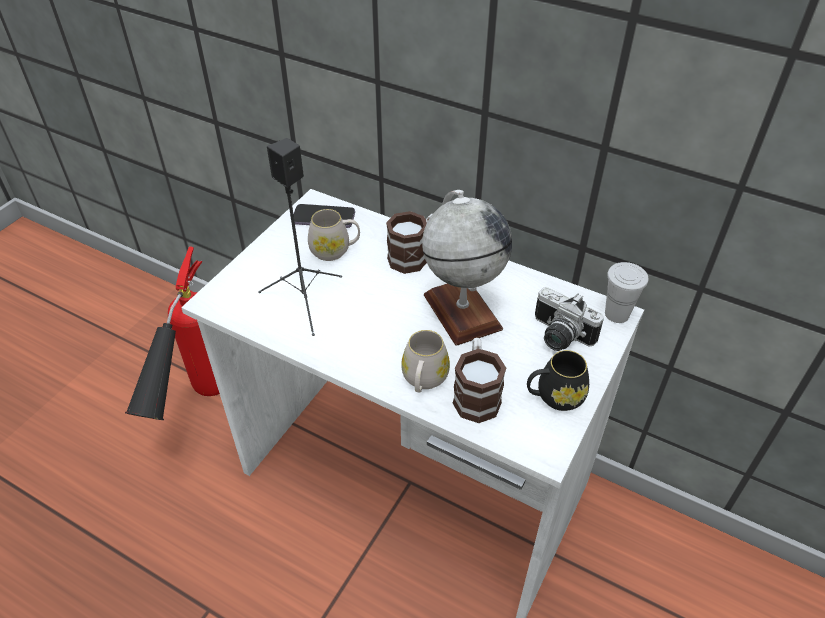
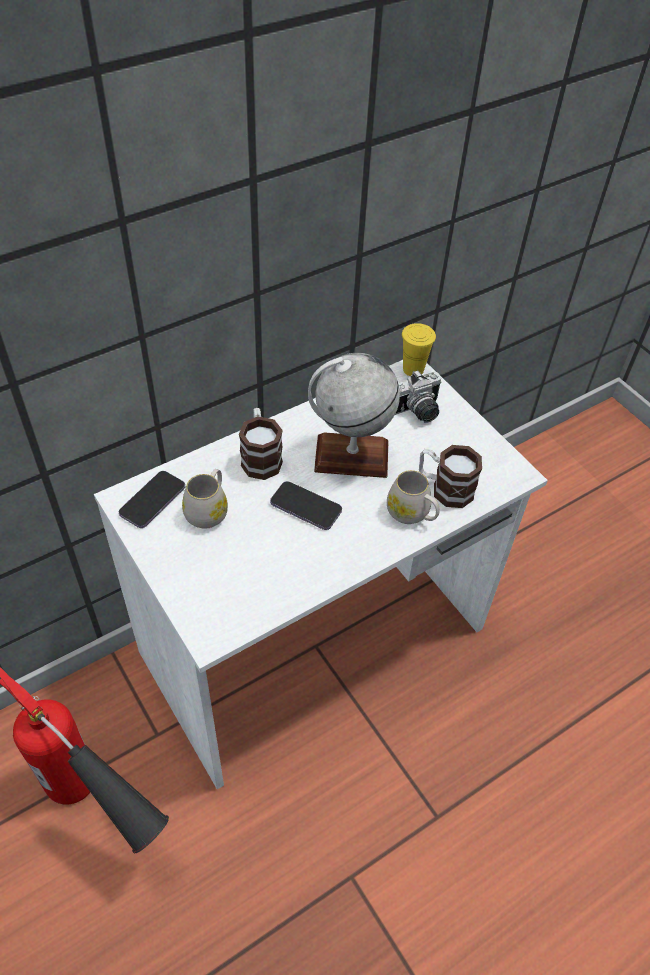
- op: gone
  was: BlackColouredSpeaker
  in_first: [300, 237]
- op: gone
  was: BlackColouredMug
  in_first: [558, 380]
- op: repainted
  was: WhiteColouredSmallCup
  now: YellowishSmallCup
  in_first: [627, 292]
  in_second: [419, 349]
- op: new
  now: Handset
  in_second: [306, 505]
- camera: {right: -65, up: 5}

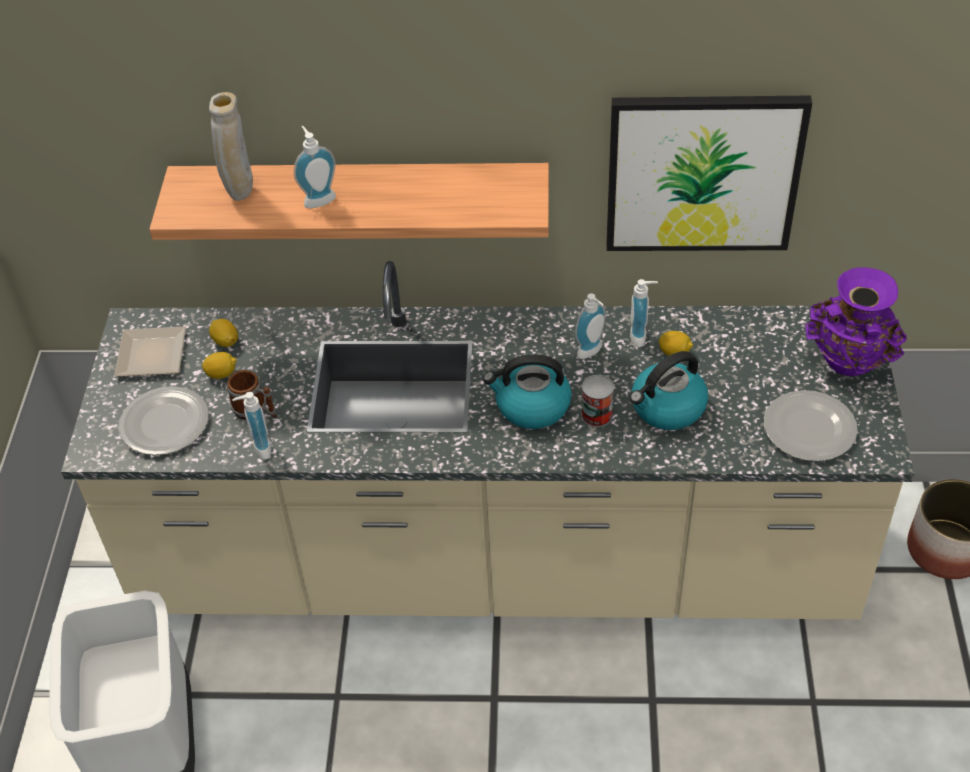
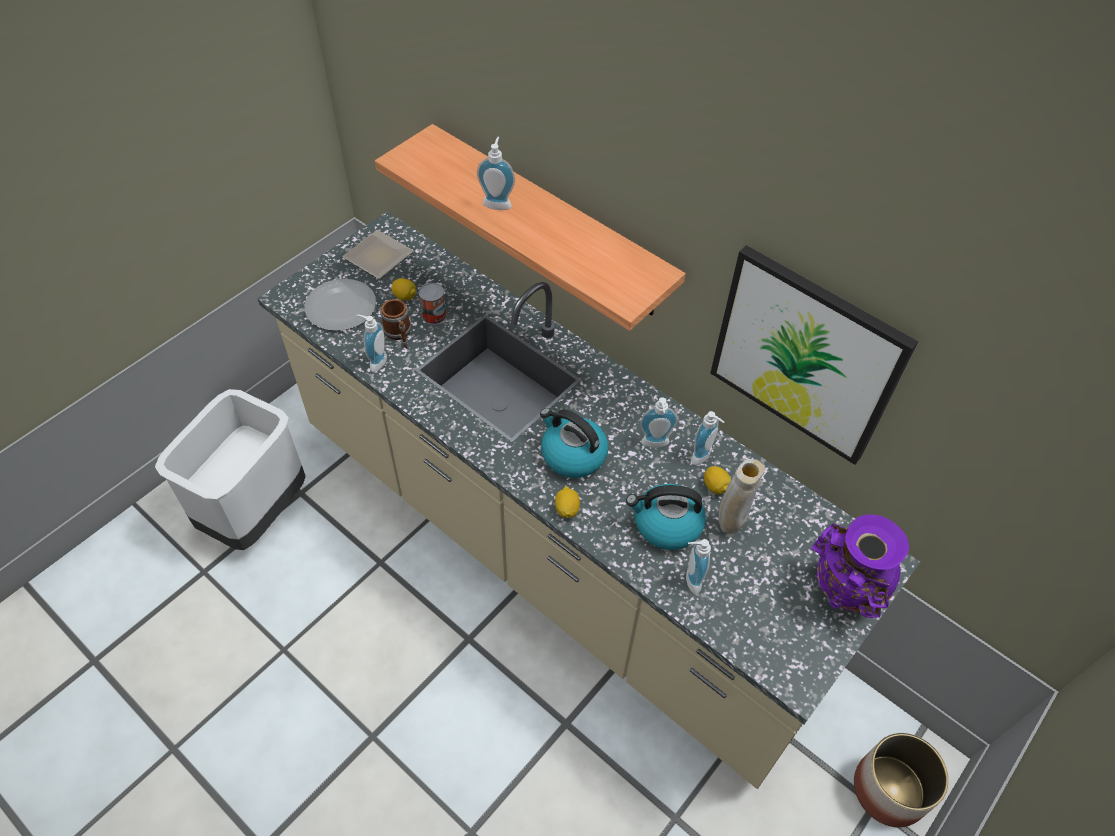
- op: shifted
  was: SandColouredFlowerVase
  in_first: [231, 146]
  in_second: [742, 496]
- op: shifted
  was: WholeLemon
  in_first: [223, 333]
  in_second: [567, 502]
- op: shifted
  was: MetalCan
  in_first: [597, 401]
  in_second: [432, 304]
- op: gone
  was: Plate
  in_first: [811, 425]
- op: new
  now: SoapBottle
  in_second: [698, 566]
- camera: {right: 35, up: 5}

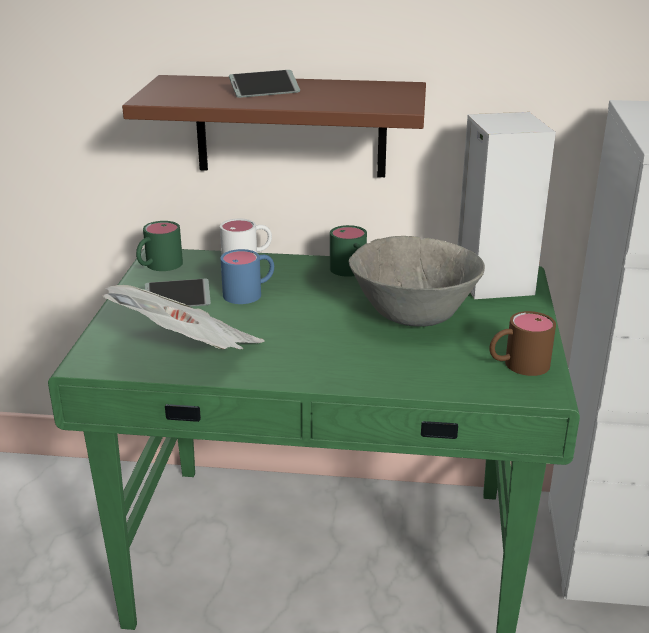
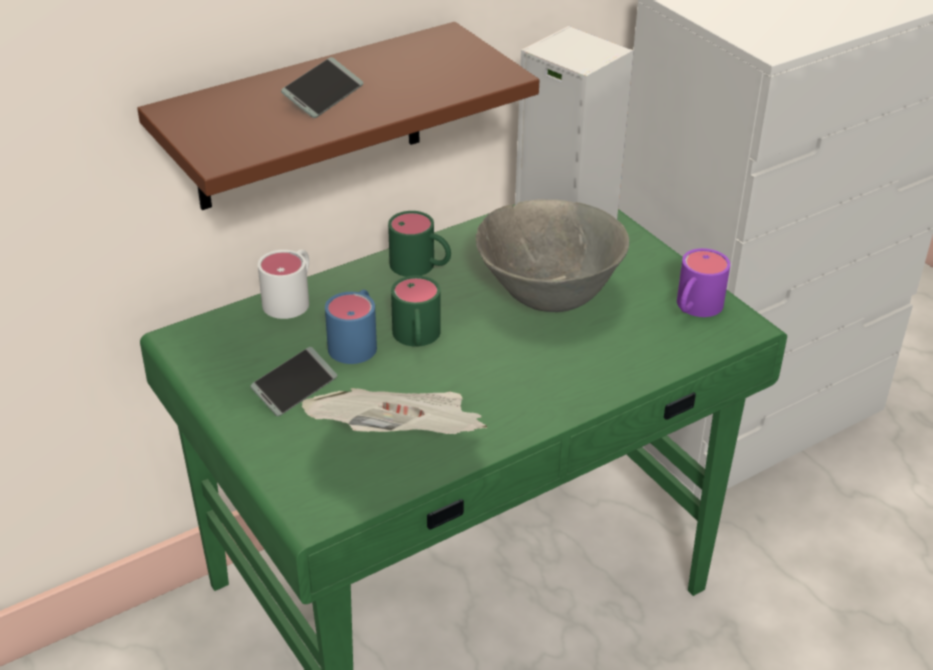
- op: shifted
  was: GreenishMug
  in_first: [159, 246]
  in_second: [416, 311]
- op: repainted
  was: BrownColouredMug
  now: PurpleMug
  in_first: [522, 343]
  in_second: [703, 282]
- camera: {right: -40, up: 10}

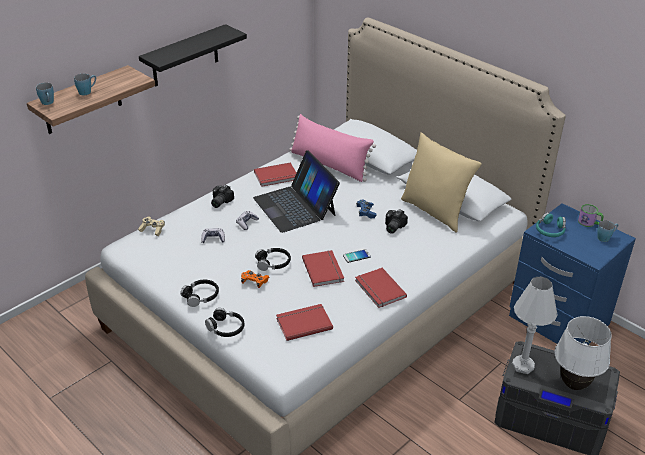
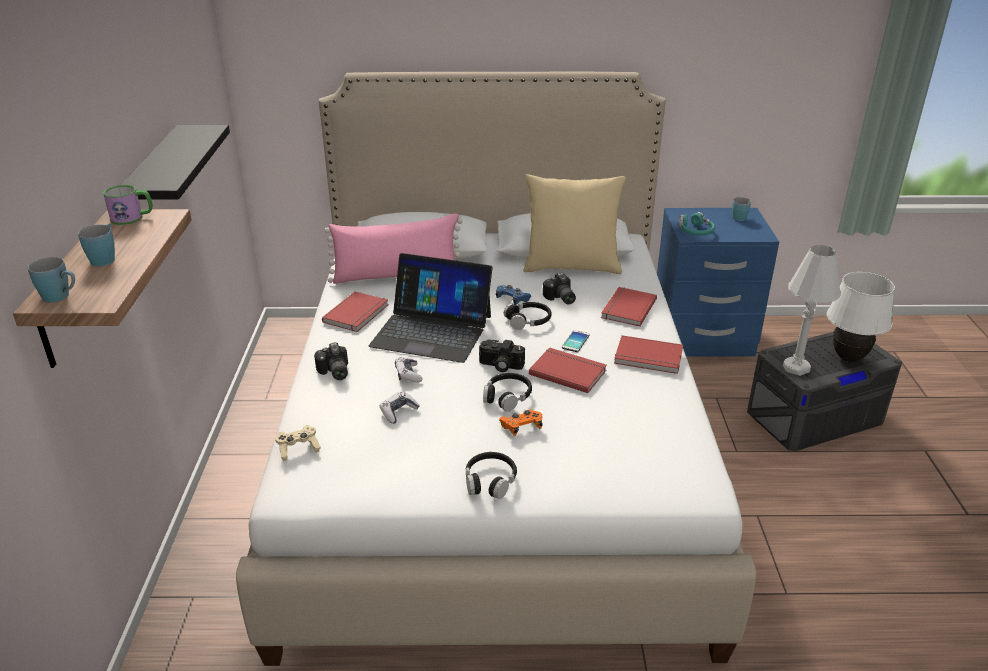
- op: shifted
  was: BlackColouredHeadphones
  in_first: [225, 322]
  in_second: [528, 316]
- op: shifted
  was: RedBoundBook
  in_first: [304, 322]
  in_second: [629, 307]
- op: shifted
  was: Mug
  in_first: [591, 215]
  in_second: [128, 205]
- op: new
  now: PhotoCamera
  in_second: [502, 355]
- camera: {right: -45, up: -5}

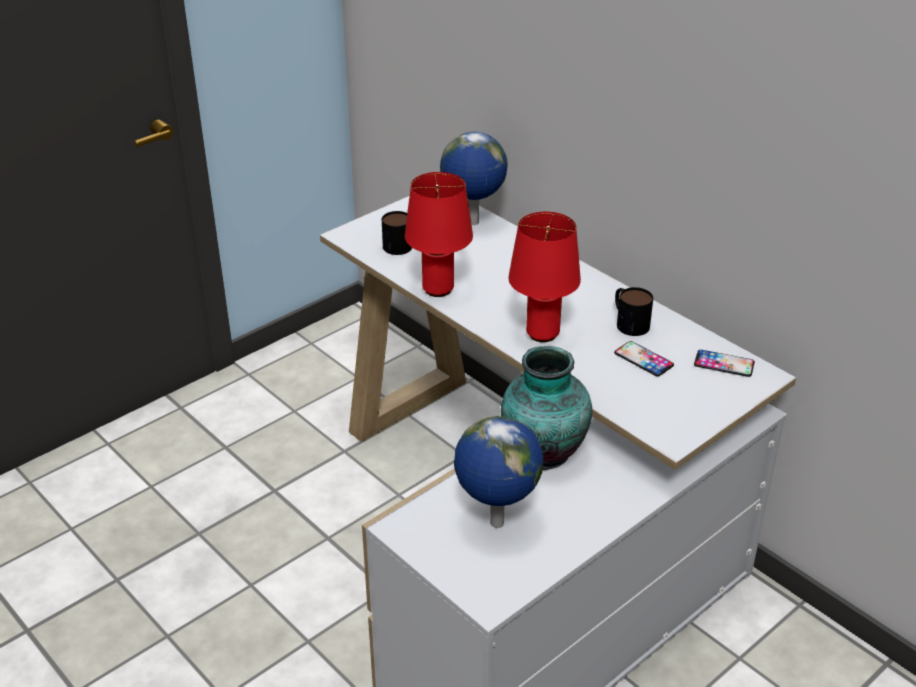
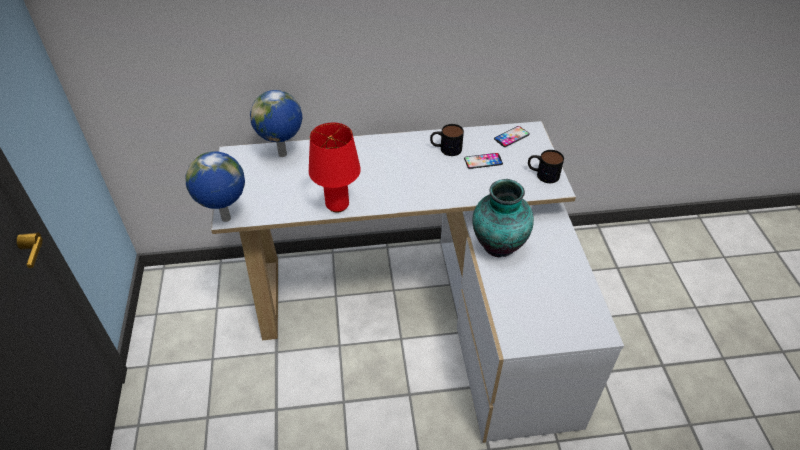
- op: shifted
  was: Mug
  in_first: [397, 233]
  in_second: [546, 166]
- op: shifted
  was: WorldGlobe
  in_first: [498, 472]
  in_second: [215, 186]
- op: gone
  was: RedTableLamp
  in_first: [545, 277]
- camera: {right: -55, up: 10}

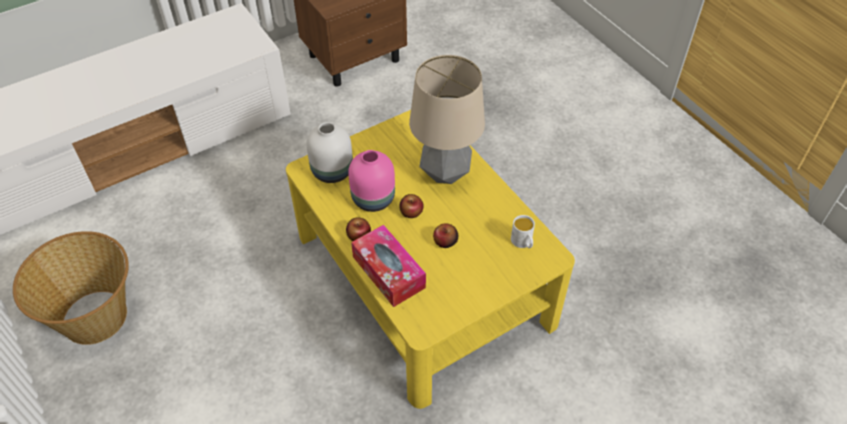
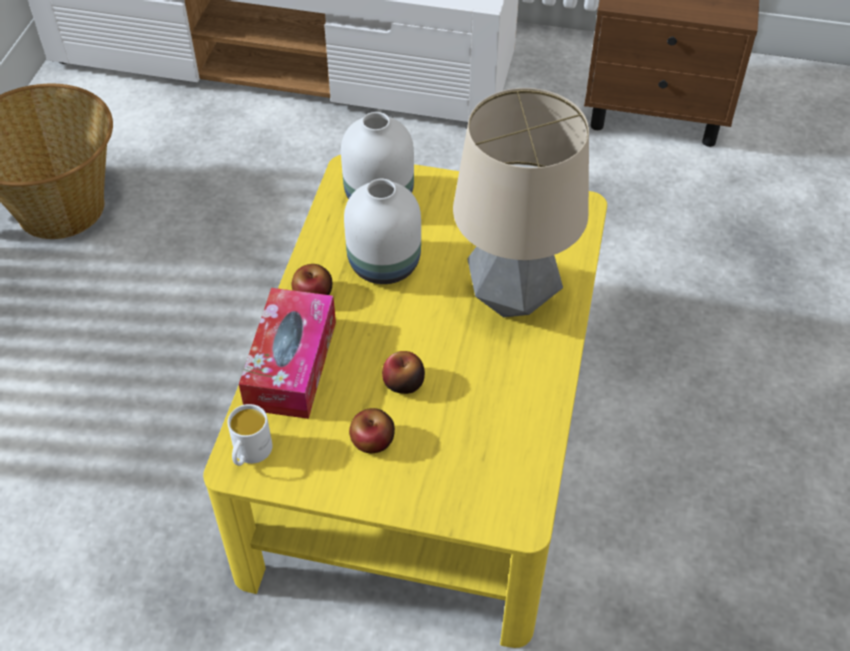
- op: repainted
  was: PinkFlowerVase
  now: WhiteColouredFlowerVase
  in_first: [371, 181]
  in_second: [382, 231]
- op: shifted
  was: Apple
  in_first: [411, 206]
  in_second: [372, 430]
- op: shifted
  was: WhiteColouredMug
  in_first: [523, 231]
  in_second: [250, 435]
- camera: {right: 45, up: 0}

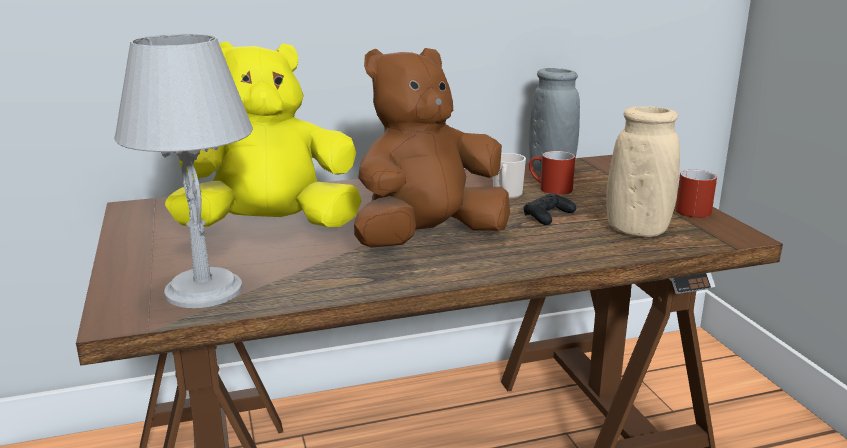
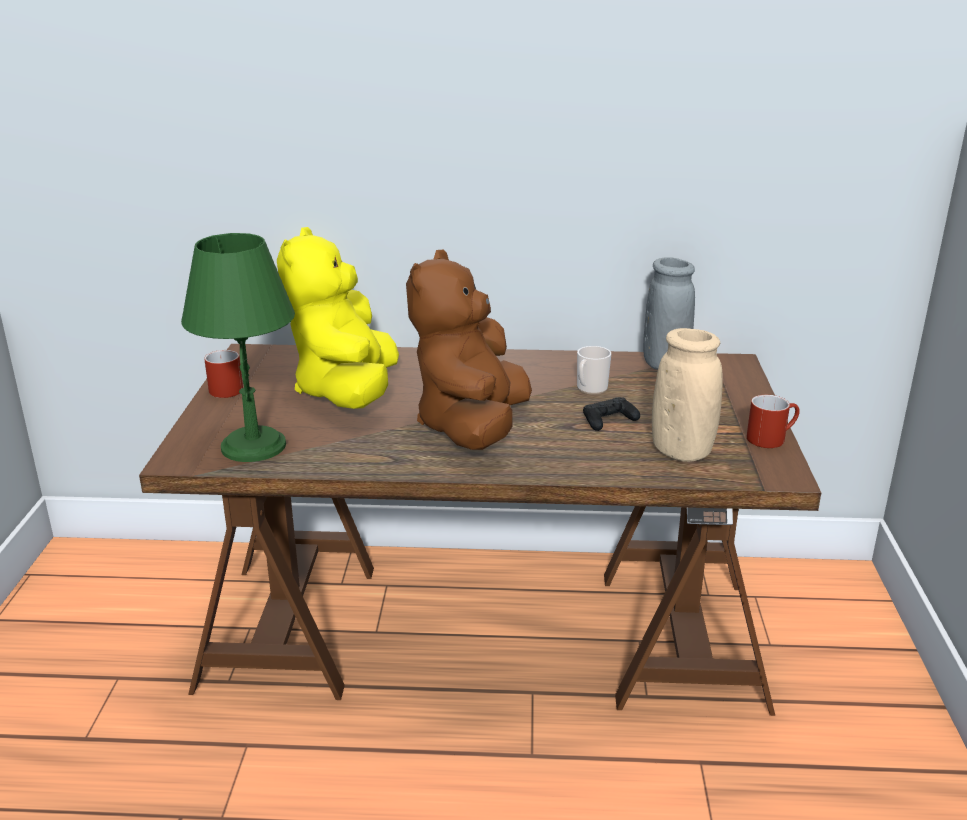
- op: repainted
  was: GrayTableLamp
  now: GreenishTableLamp
  in_first: [183, 171]
  in_second: [238, 347]
- op: rotated
  was: YellowishSoftToy
  in_first: [263, 134]
  in_second: [338, 318]
  clockwise: -90
- op: rotated
  was: BrownColouredSoftToy
  in_first: [432, 148]
  in_second: [469, 349]
  clockwise: -60
- op: shifted
  was: RedMug
  in_first: [552, 173]
  in_second: [223, 374]
- camera: {right: 20, up: 5}

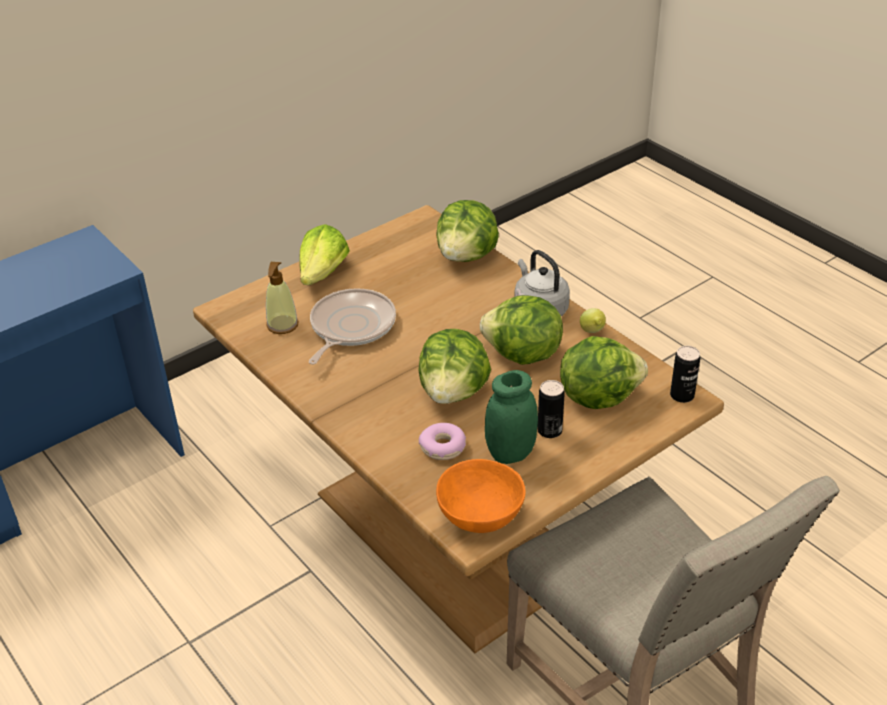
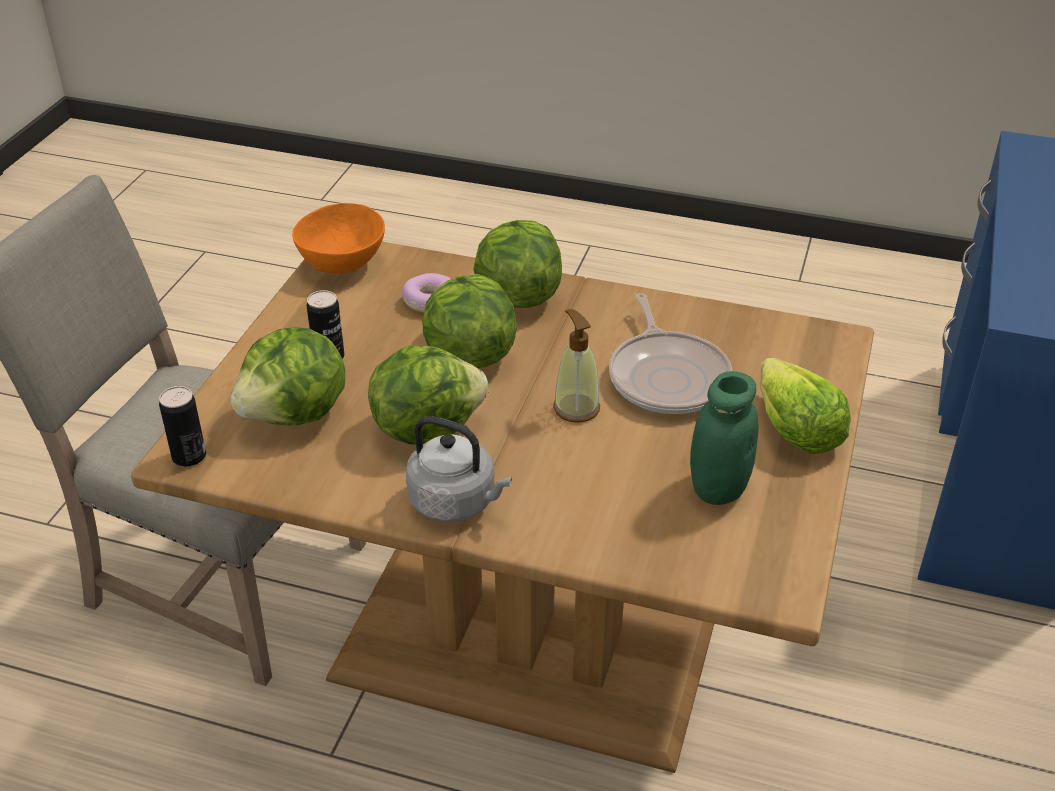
- op: shifted
  was: SoapBottle
  in_first: [282, 298]
  in_second: [576, 366]
- op: shifted
  was: Lettuce
  in_first: [467, 231]
  in_second: [517, 264]
- op: shifted
  was: GreenishPreserveJar
  in_first: [511, 417]
  in_second: [724, 438]
- op: gone
  was: WholeLemon
  in_first: [593, 320]
- camera: {right: 145, up: 0}

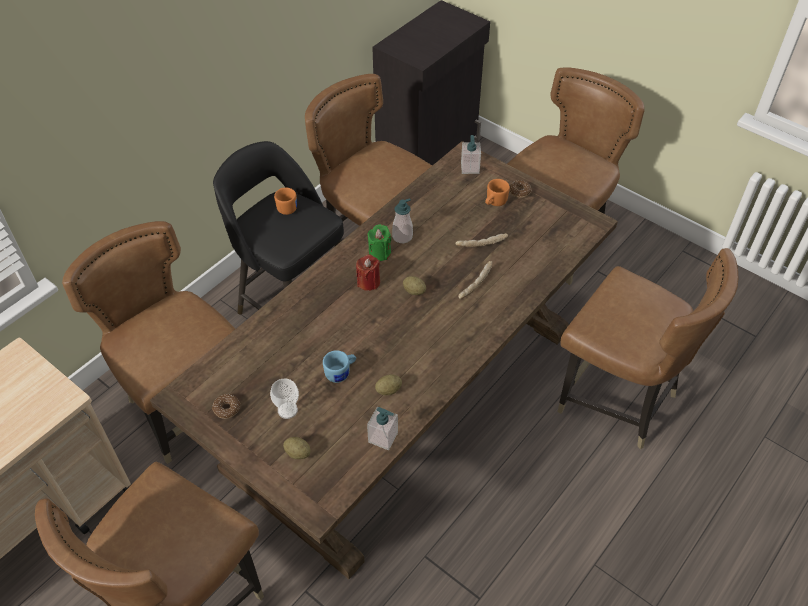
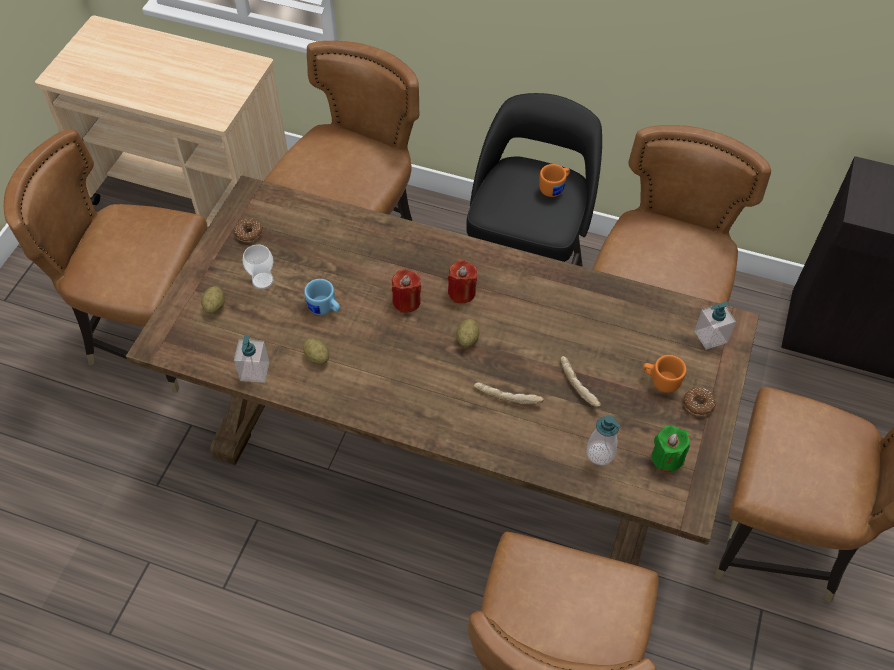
- op: shifted
  was: GreenishWaxLight
  in_first: [379, 242]
  in_second: [671, 449]
- op: shifted
  was: SoapBottle
  in_first: [402, 220]
  in_second: [603, 440]
- op: new
  now: RedWaxLight
  in_second: [406, 291]
- camera: {right: 70, up: 5}

